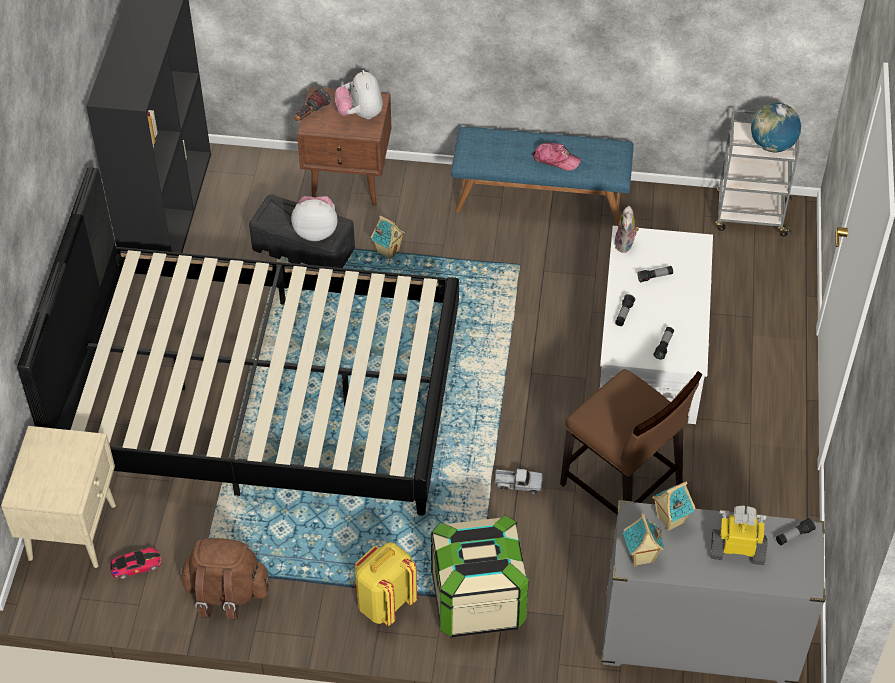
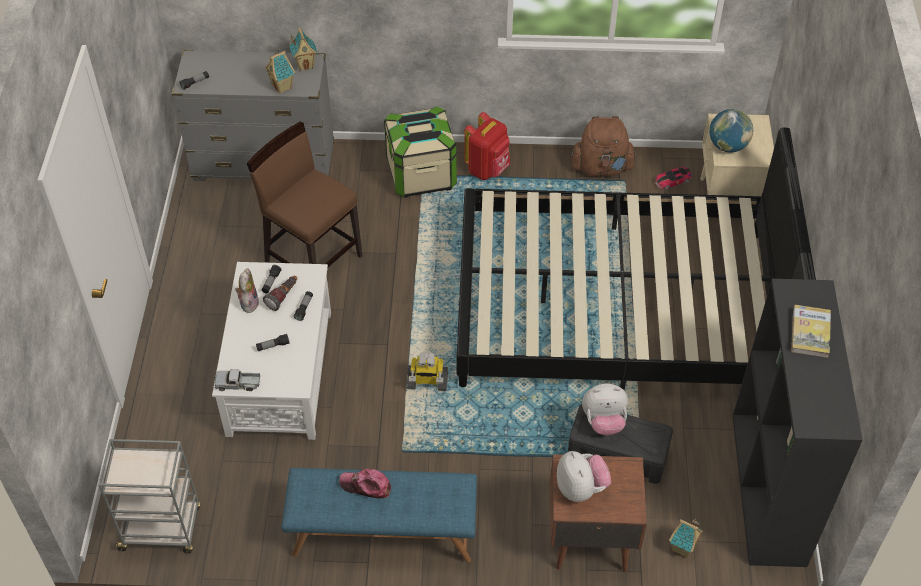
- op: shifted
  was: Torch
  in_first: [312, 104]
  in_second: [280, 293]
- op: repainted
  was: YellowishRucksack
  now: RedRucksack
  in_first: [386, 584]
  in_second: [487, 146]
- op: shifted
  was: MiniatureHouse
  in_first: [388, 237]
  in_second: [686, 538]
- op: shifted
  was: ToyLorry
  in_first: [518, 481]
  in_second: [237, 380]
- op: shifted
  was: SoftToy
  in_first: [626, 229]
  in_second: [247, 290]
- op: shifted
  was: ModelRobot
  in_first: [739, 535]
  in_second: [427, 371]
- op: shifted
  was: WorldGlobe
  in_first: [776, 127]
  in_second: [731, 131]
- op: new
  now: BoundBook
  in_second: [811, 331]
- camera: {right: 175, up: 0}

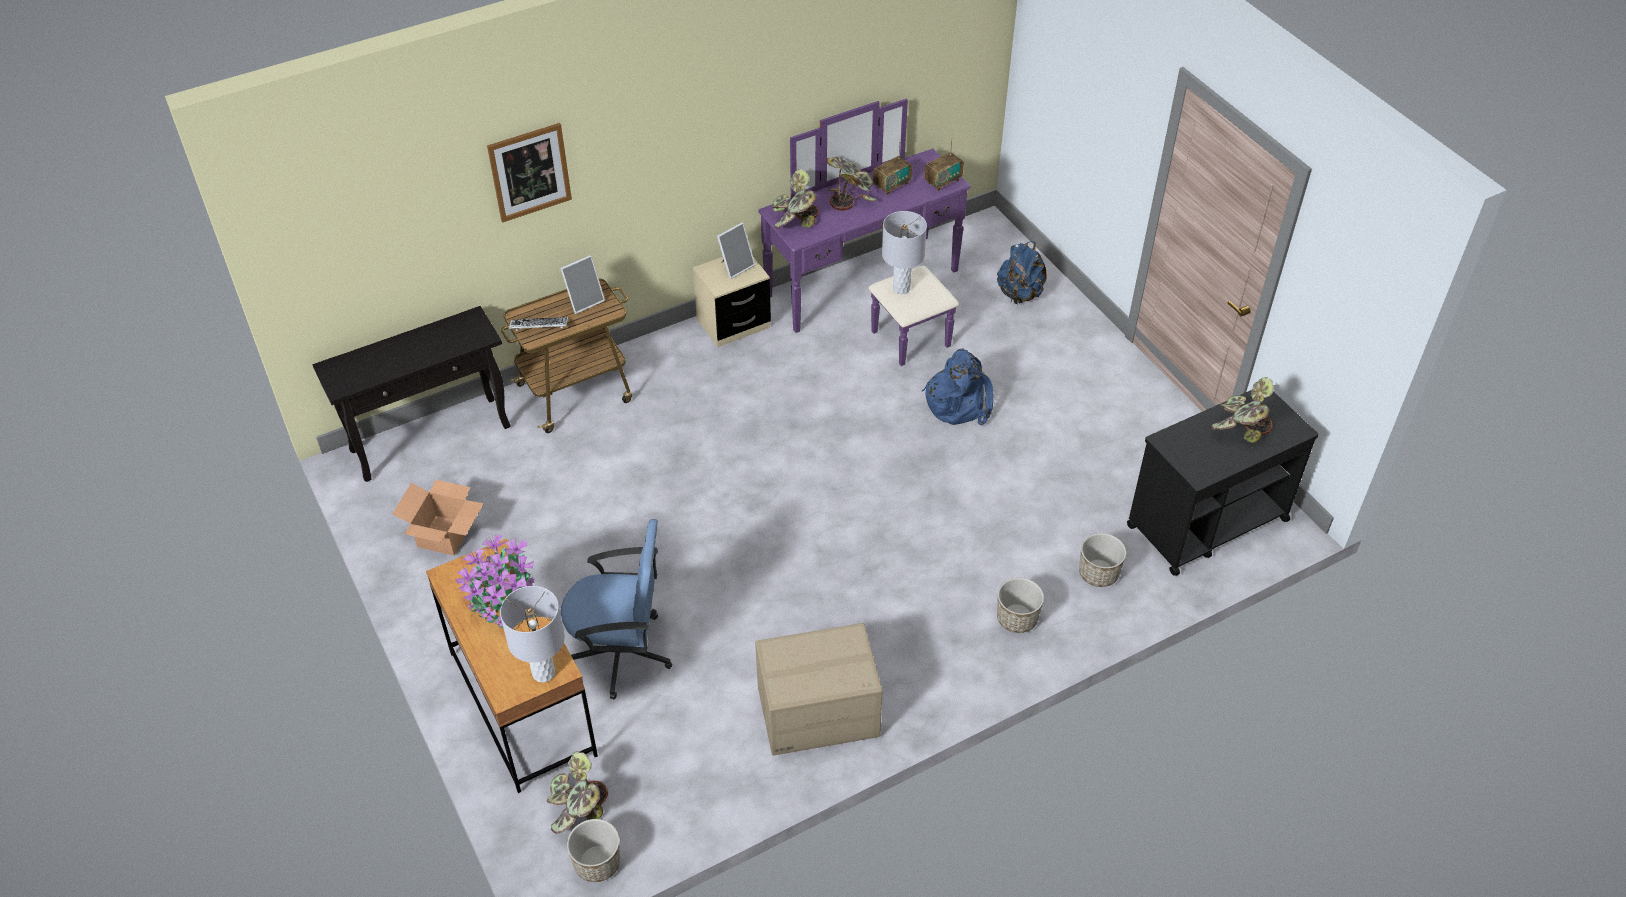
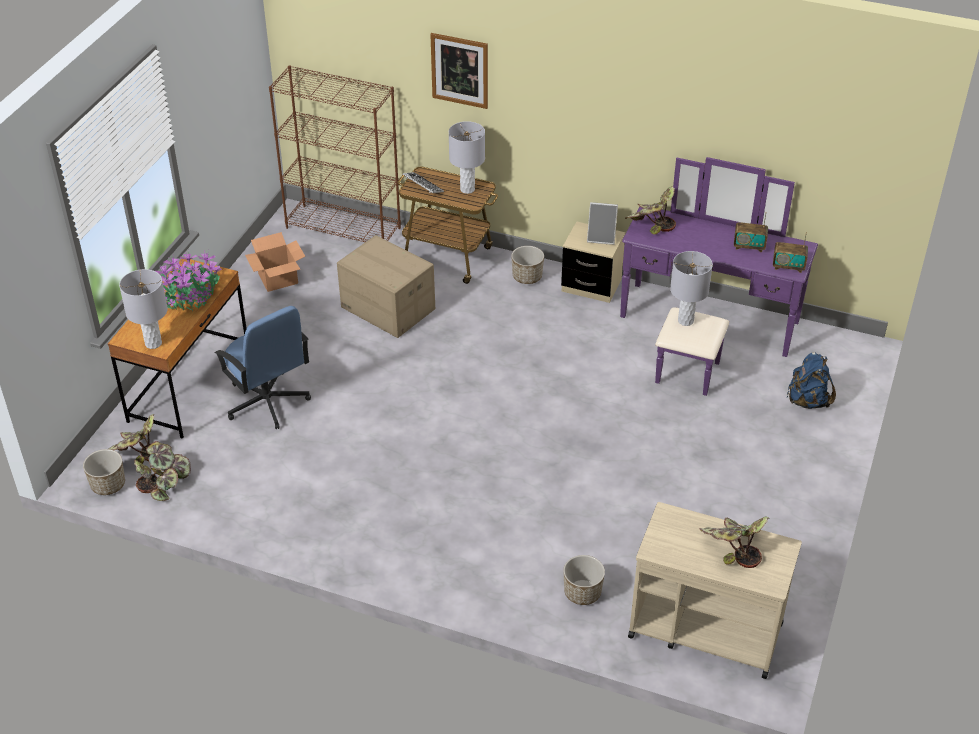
- op: swapped
  was: BlackColouredHallTable
  now: BrownColouredShelvingUnit
  in_first: [411, 394]
  in_second: [335, 153]
- op: swapped
  was: StandingFrame
  now: GrayTableLamp
  in_first: [582, 284]
  in_second: [467, 157]
- op: shifted
  was: Carton
  in_first: [819, 689]
  in_second: [386, 286]
- op: shifted
  was: Houseplant
  in_first: [852, 183]
  in_second: [162, 471]
- op: gone
  was: BlueRucksack
  in_first: [957, 387]
- op: shifted
  was: Planter
  in_first: [1020, 605]
  in_second: [527, 265]
- op: repainted
  was: BlackColouredWheeledCart
  now: SandColouredWheeledCart
  in_first: [1222, 483]
  in_second: [715, 590]
- camera: {right: 50, up: -5}

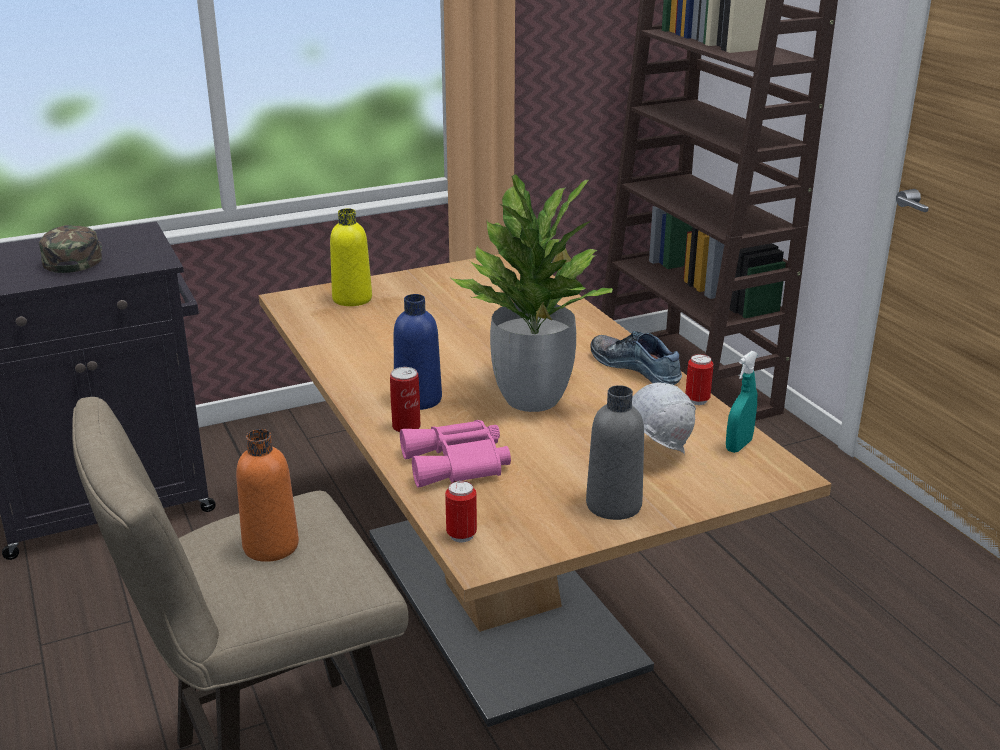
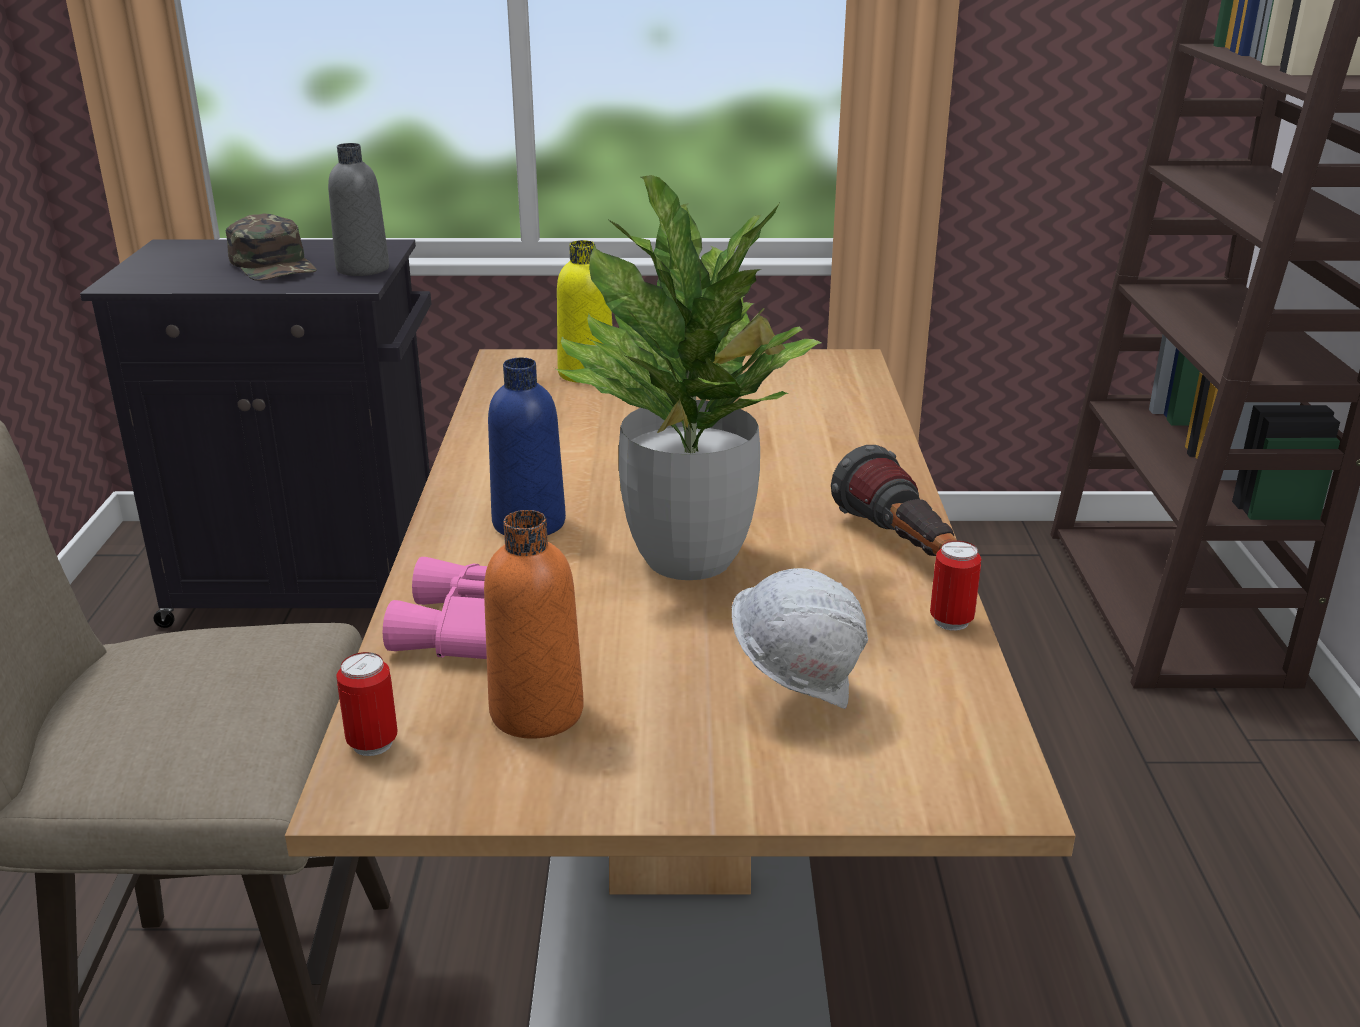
- op: rotated
  was: GreenishBaseballCap
  in_first: [70, 249]
  in_second: [271, 247]
  clockwise: 135
- op: shifted
  was: OrangeyBeverageBottle
  in_first: [267, 495]
  in_second: [534, 624]
- op: gone
  was: MetalCan
  in_first: [405, 399]
- op: shifted
  was: GrayBeverageBottle
  in_first: [615, 452]
  in_second: [358, 209]
- op: swapped
  was: ItemOfFootwear
  now: Torch
  in_first: [636, 358]
  in_second: [894, 500]
- op: gone
  was: BlueGreenSprayer
  in_first: [742, 402]
- camera: {right: 25, up: 0}

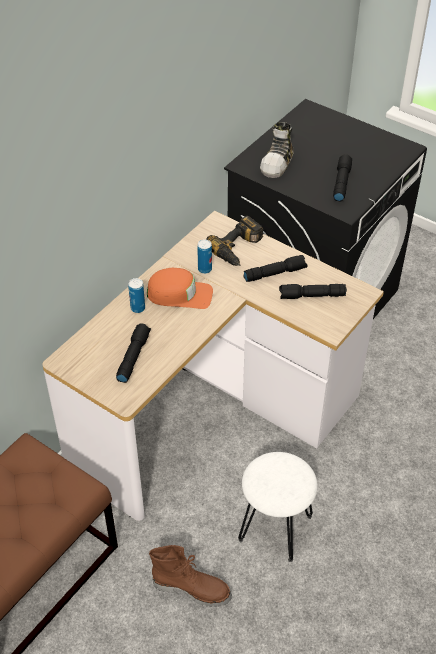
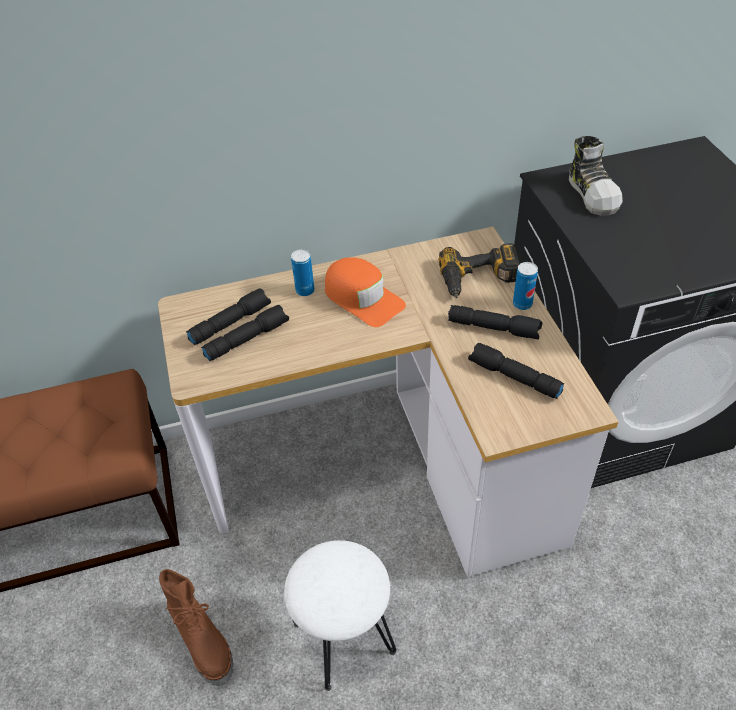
- op: shifted
  was: MetalCan
  in_first: [204, 256]
  in_second: [525, 286]
- op: rotated
  was: ItemOfFootwear
  in_first: [277, 150]
  in_second: [596, 176]
  clockwise: -75
- op: shifted
  was: BlackColouredTorch
  in_first: [342, 177]
  in_second: [228, 317]
- camera: {right: 40, up: 0}

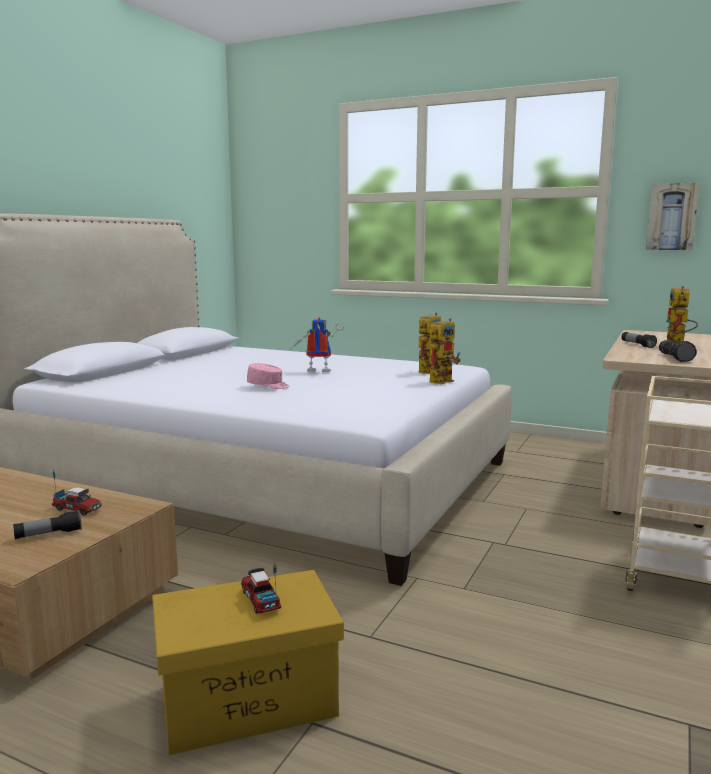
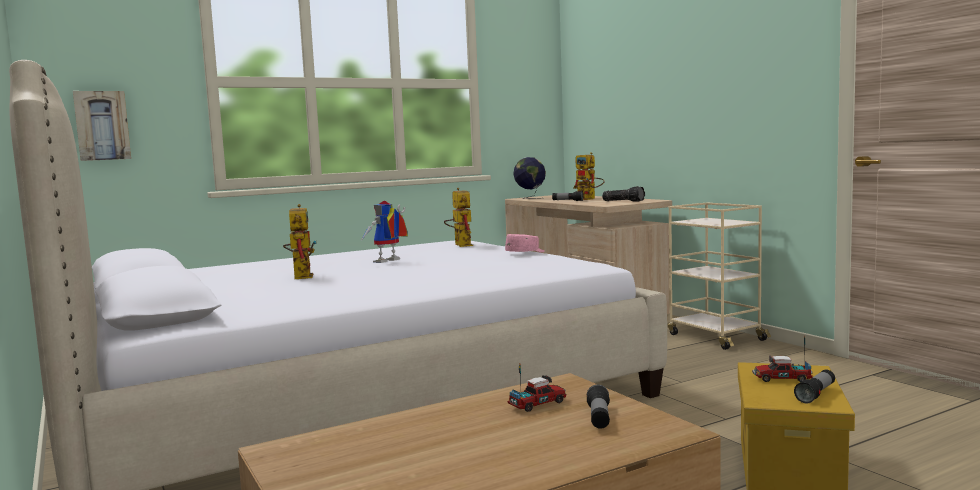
- op: shifted
  was: PinkBaseballCap
  in_first: [268, 376]
  in_second: [525, 243]
- op: shifted
  was: ModelRobot
  in_first: [445, 351]
  in_second: [299, 241]
- op: shifted
  was: WallArt
  in_first: [673, 216]
  in_second: [102, 126]
- op: new
  now: WorldGlobe
  in_second: [529, 178]
- op: new
  now: Torch
  in_second: [814, 386]
- camera: {right: -55, up: -5}

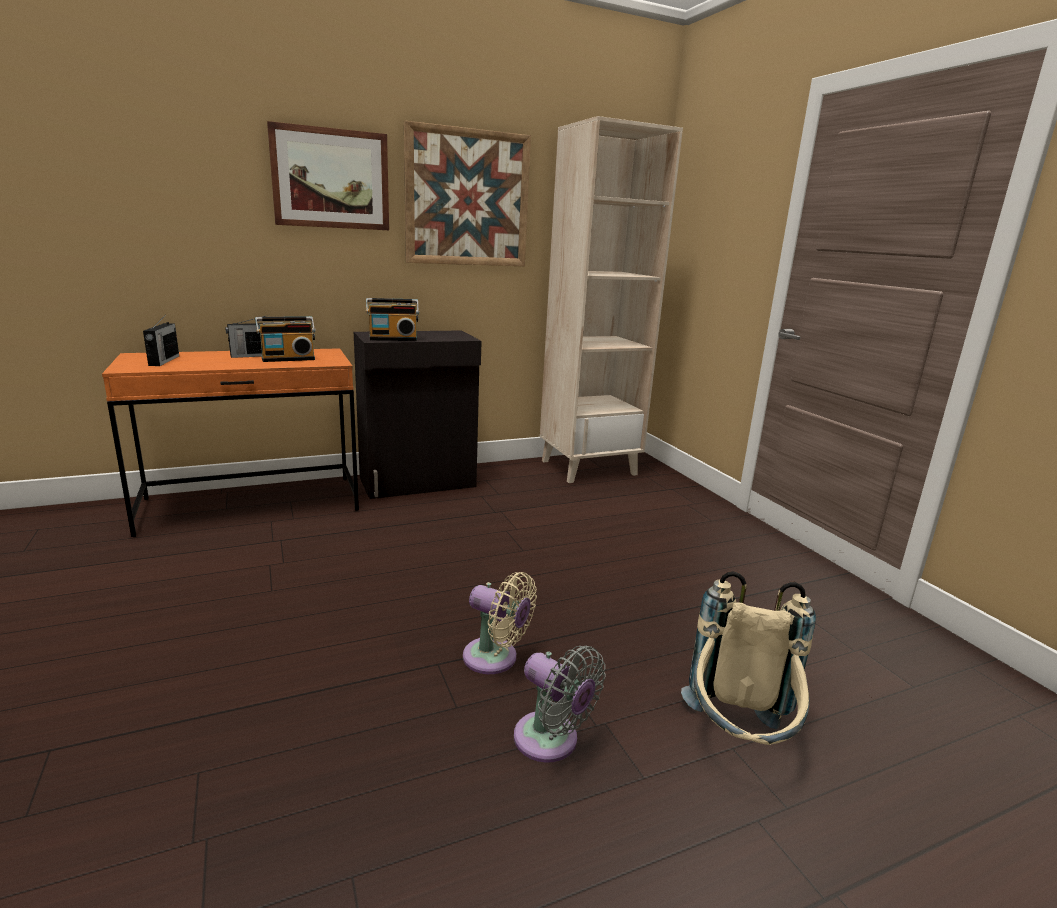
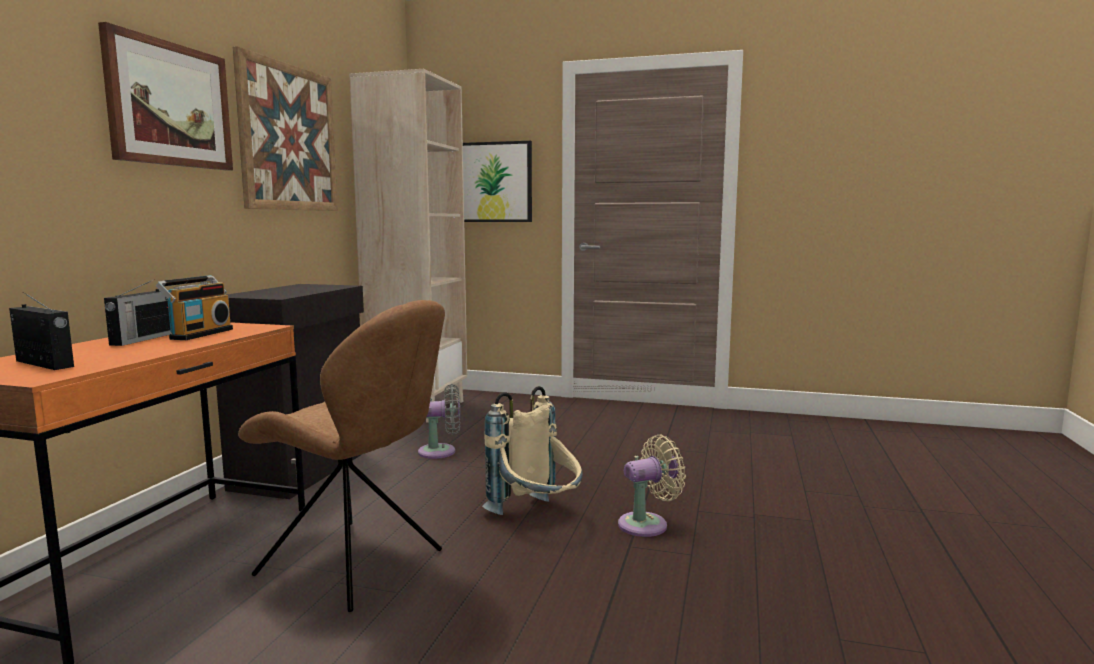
- op: gone
  was: RadioSet
  in_first: [392, 319]
- op: shifted
  was: GrayFan
  in_first: [560, 704]
  in_second: [439, 421]
- op: shifted
  was: SandColouredRucksack
  in_first: [748, 658]
  in_second: [532, 450]
- op: new
  now: BrownColouredChair
  in_second: [341, 456]
- op: new
  now: WallArt
  in_second: [497, 181]
- camera: {right: -50, up: -10}

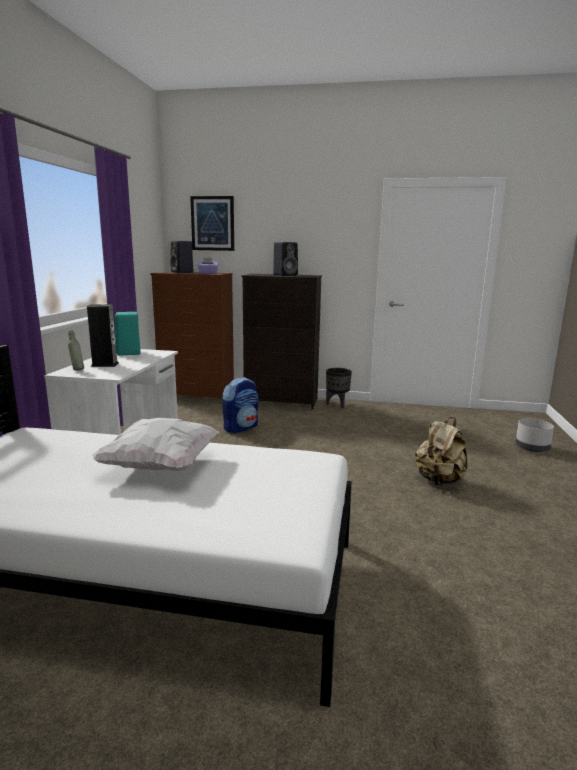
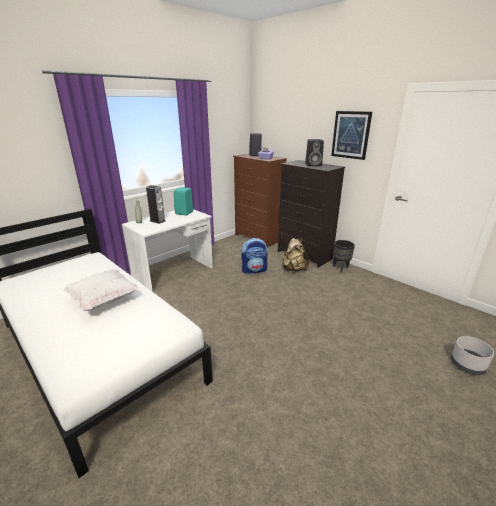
- op: shifted
  was: WallArt
  in_first: [212, 223]
  in_second: [351, 135]
- op: shifted
  was: SandColouredRucksack
  in_first: [441, 451]
  in_second: [295, 255]
- camera: {right: 35, up: 10}

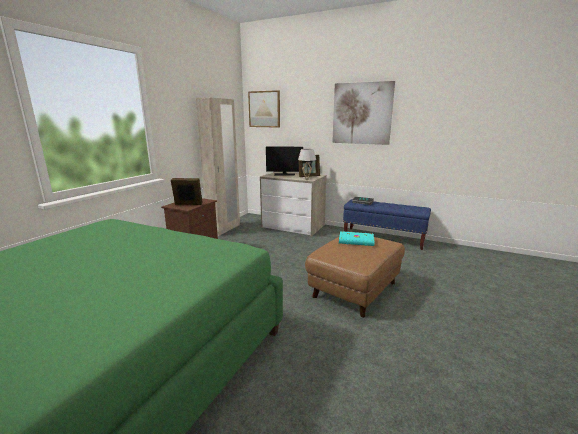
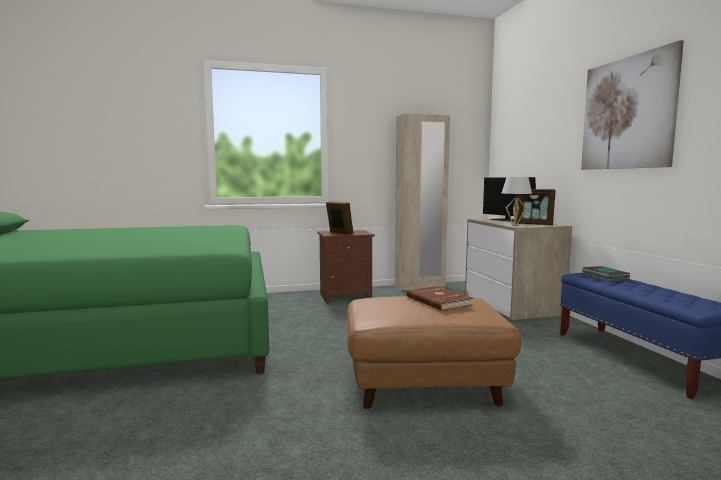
- op: gone
  was: WallArt
  in_first: [264, 109]
- op: repainted
  was: BlueGreenBoundBook
  now: BrownColouredBoundBook
  in_first: [357, 238]
  in_second: [440, 298]
- camera: {right: 50, up: -10}

